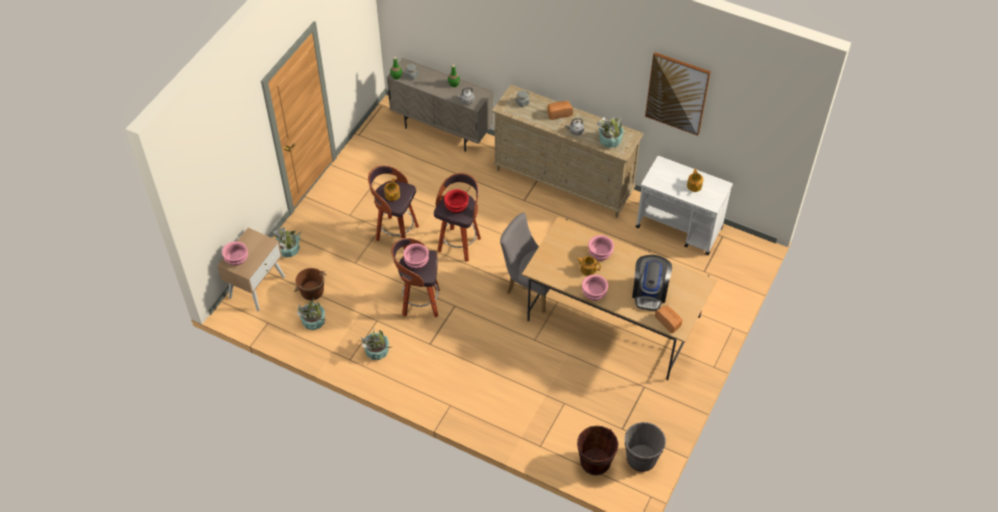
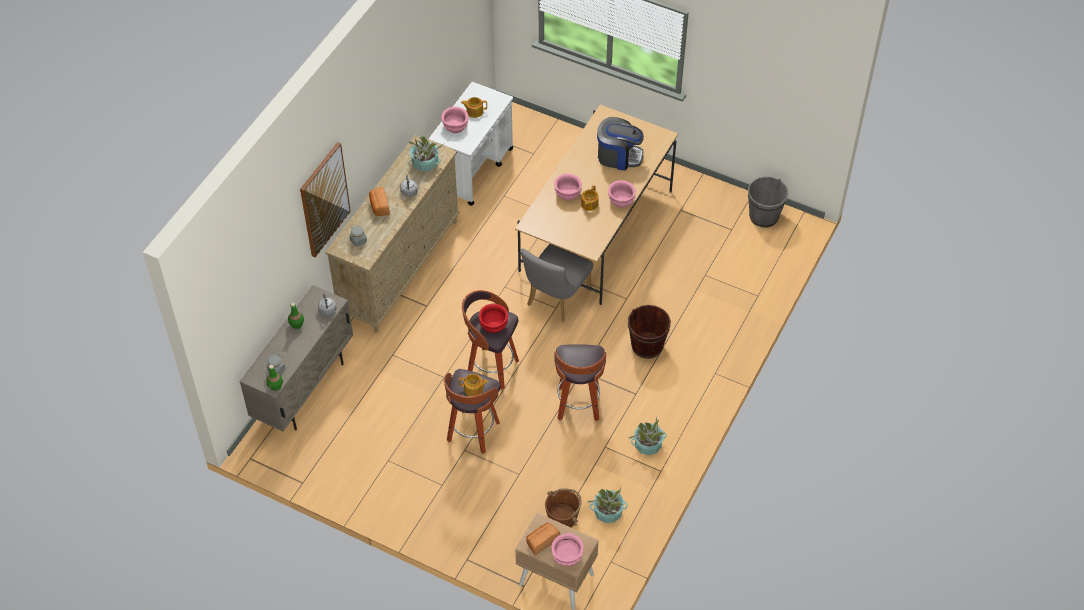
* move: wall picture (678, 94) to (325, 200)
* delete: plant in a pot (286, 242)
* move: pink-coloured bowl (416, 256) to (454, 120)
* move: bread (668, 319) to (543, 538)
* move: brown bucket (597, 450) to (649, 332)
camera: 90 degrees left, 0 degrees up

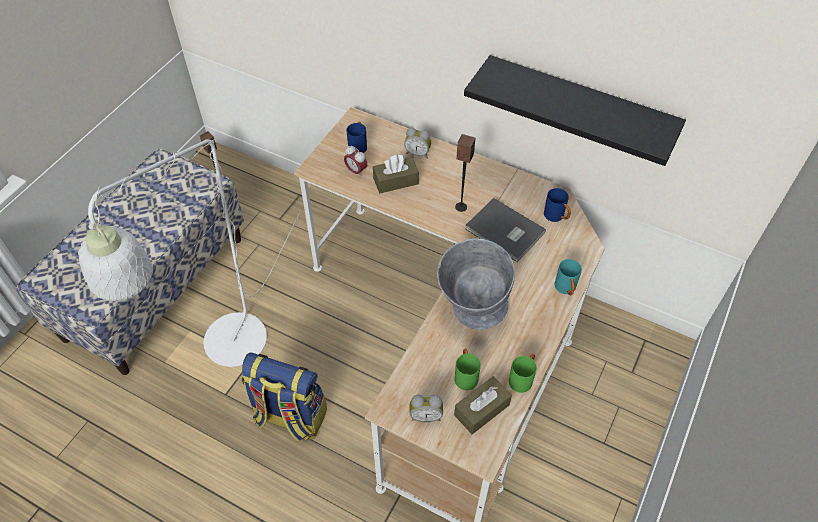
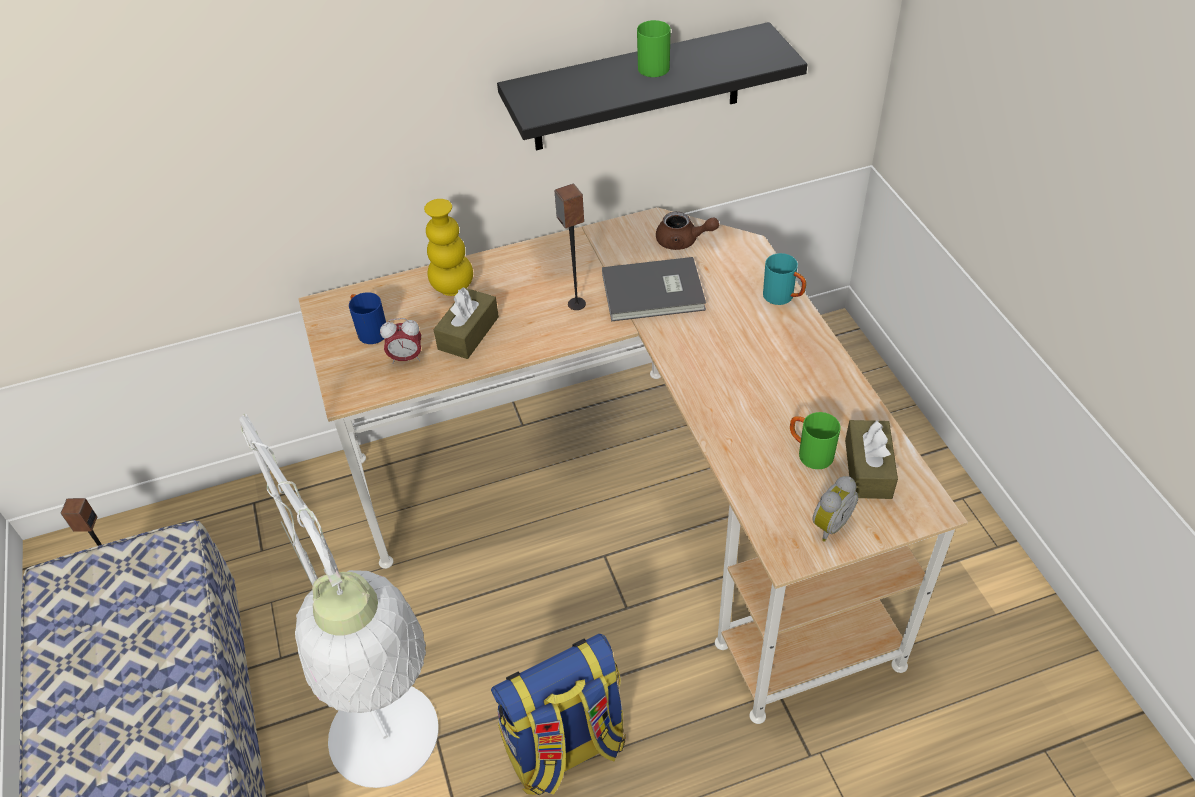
* replace: bedside clock (417, 143) to yellow-coloured flower vase (448, 247)
* replace: bluish mug (557, 205) to brown teapot (687, 231)
* delete: grey bowl (476, 284)
* move: greenish mug (523, 373) to (654, 48)
camera: 45 degrees left, 5 degrees down

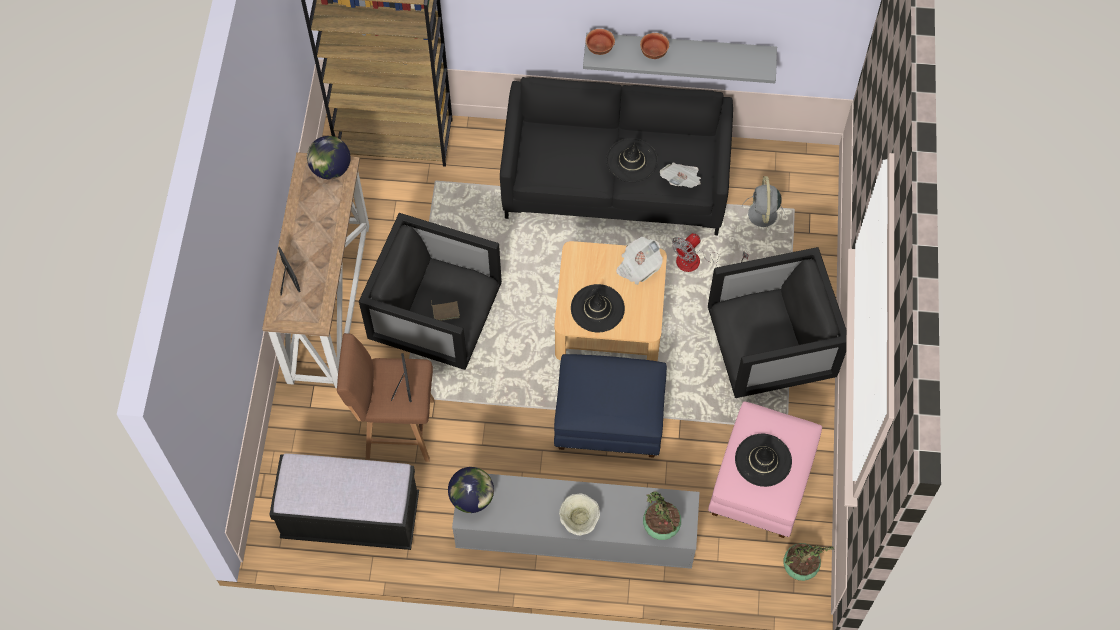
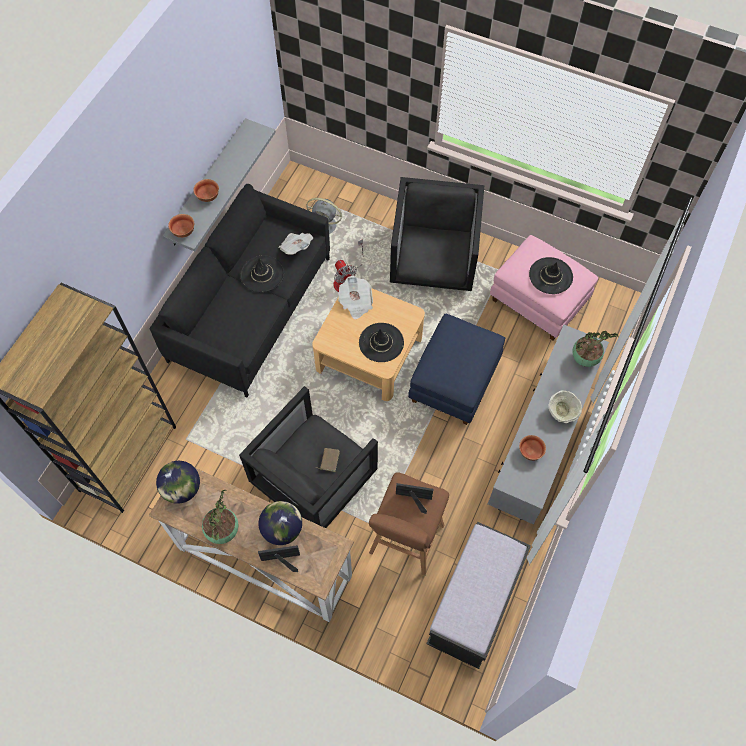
* move: globe (471, 490) to (280, 523)
* move: plant in a pot (809, 562) to (220, 517)
* insert: bowl (532, 448)
camera: 70 degrees left, 0 degrees up

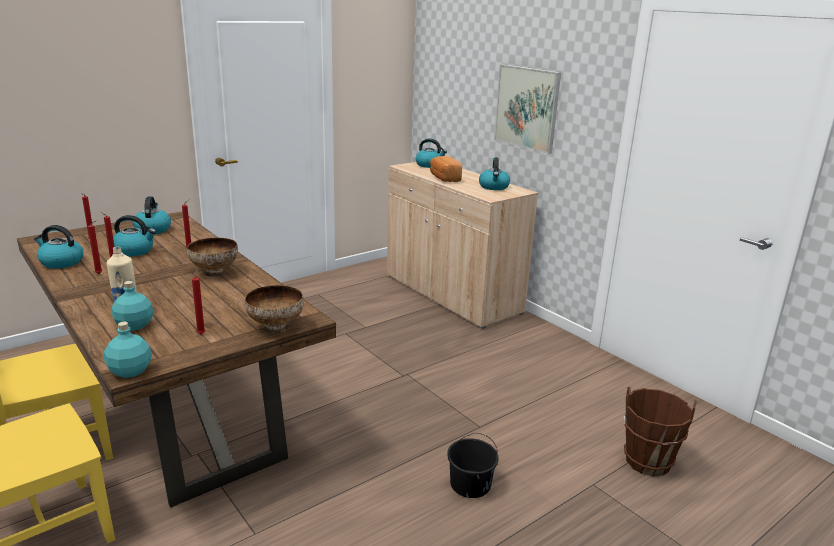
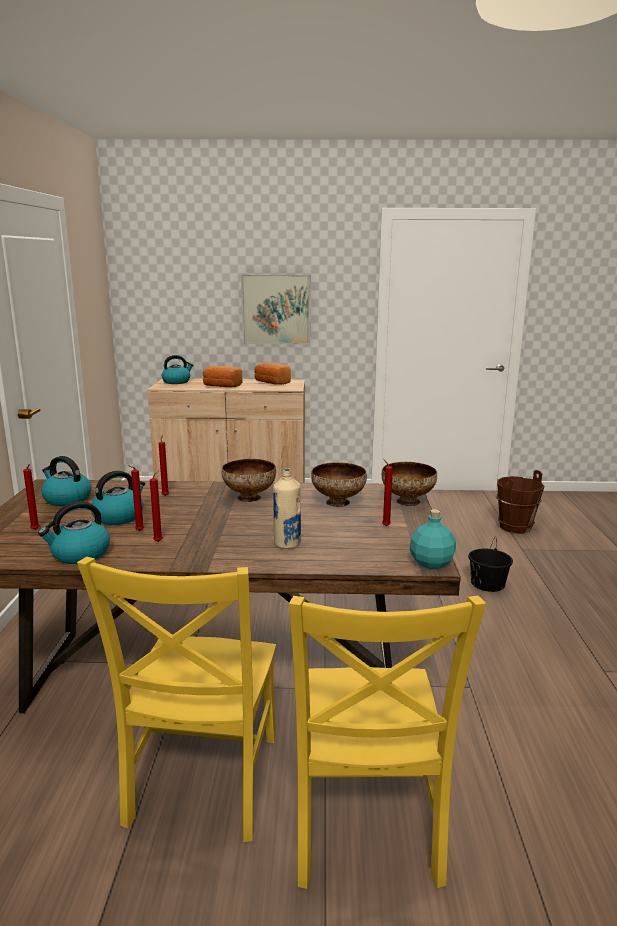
* replace: tea kettle (494, 173) to bread (272, 373)
* delete: blue-green bottle (133, 306)
* insert: bowl (339, 484)
camera: 50 degrees left, 5 degrees down

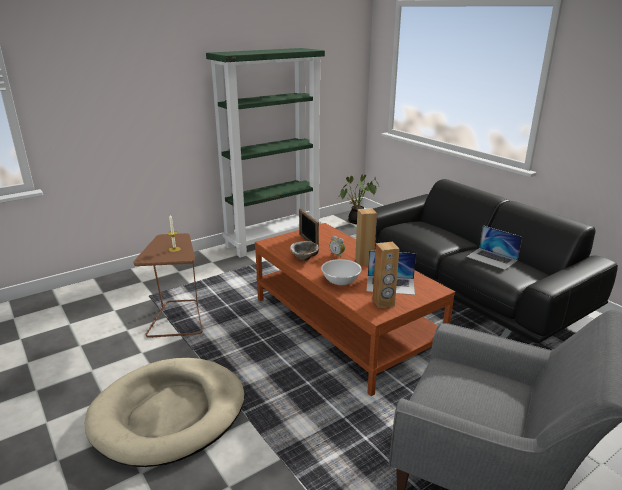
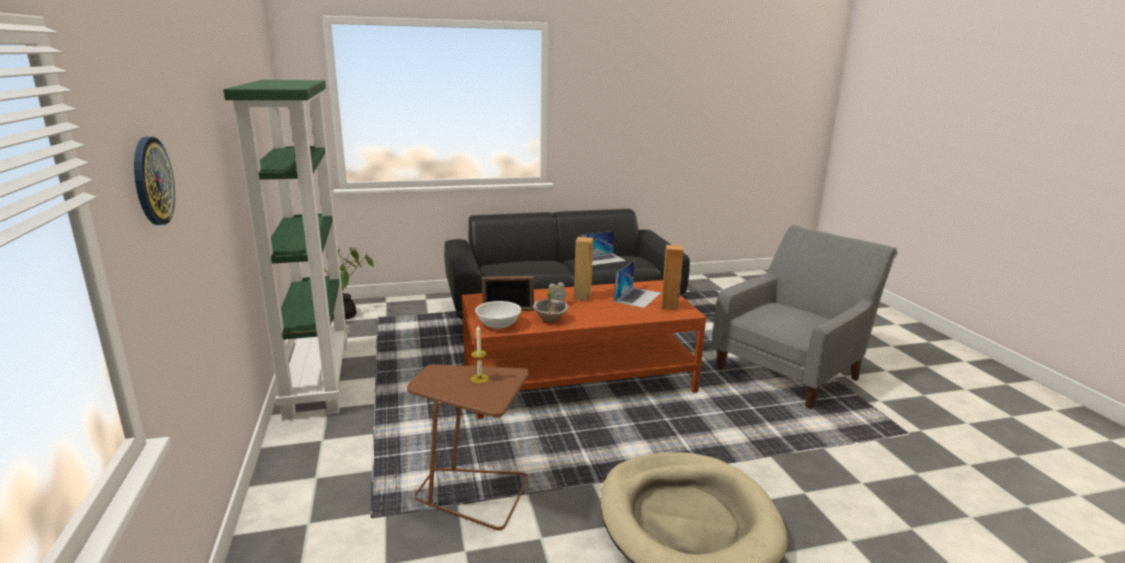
* move: white-coloured bowl (341, 272) to (498, 315)
* insert: clock on the wall (154, 181)
camera: 70 degrees left, 5 degrees down

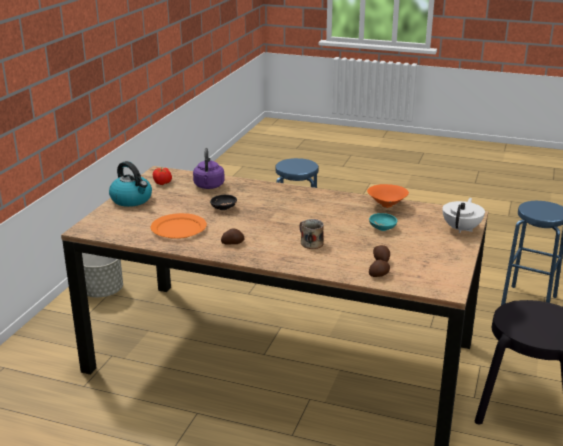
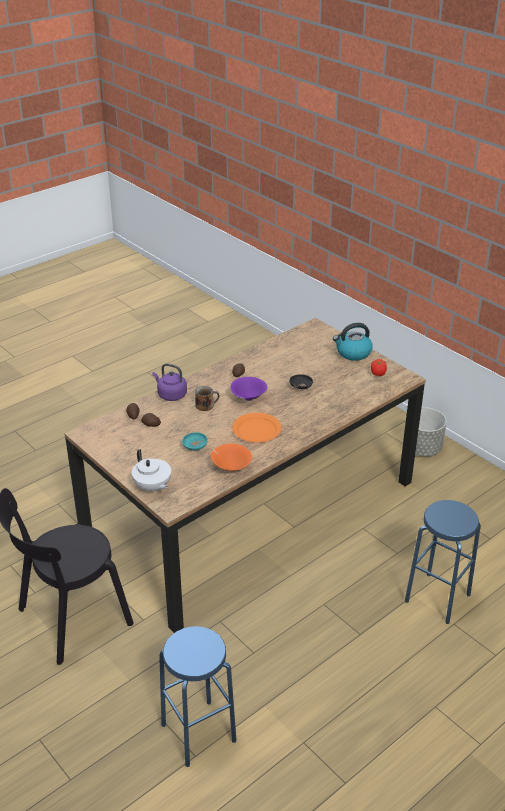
* move: purple tea kettle (209, 168) to (169, 382)
* move: orange-coloured dinner plate (179, 226) to (257, 428)
* insert: purple bowl (249, 389)
camera: 120 degrees right, 10 degrees up

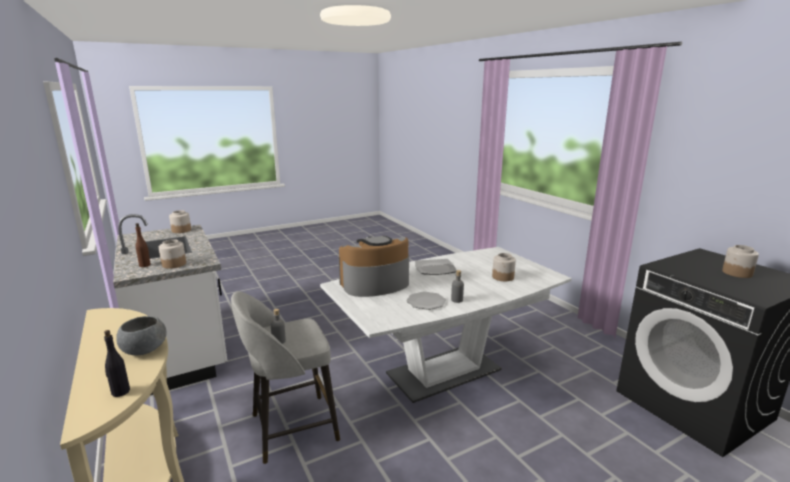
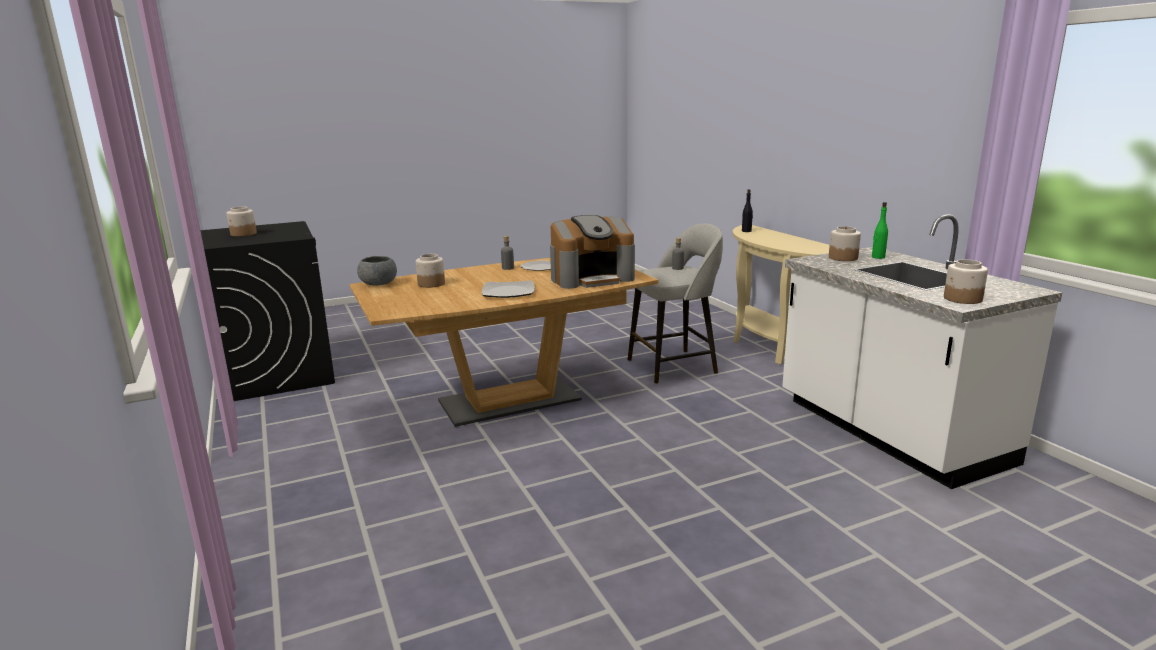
* recolor: brown bottle (143, 245) to greenish bottle (880, 230)
* recolor: white-coloured dinner table (446, 325) to brown dinner table (504, 342)
* move: grey bowl (141, 335) to (377, 271)
camera: 175 degrees left, 0 degrees up

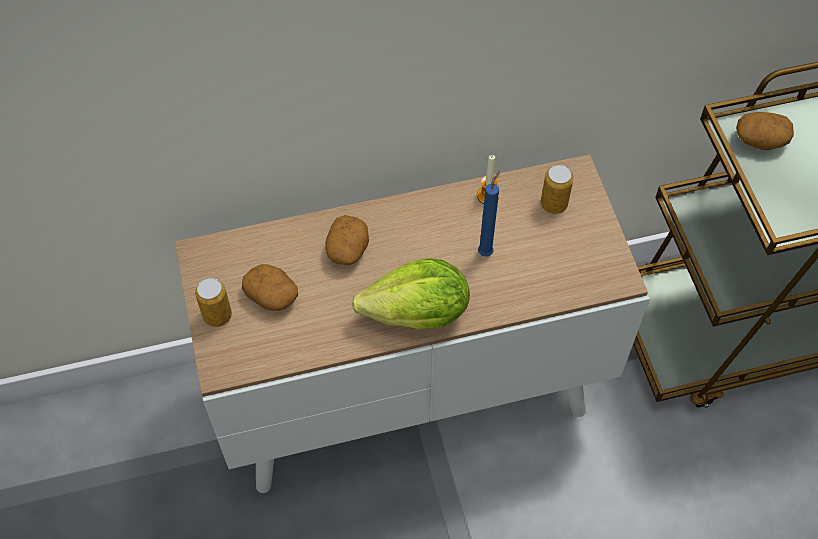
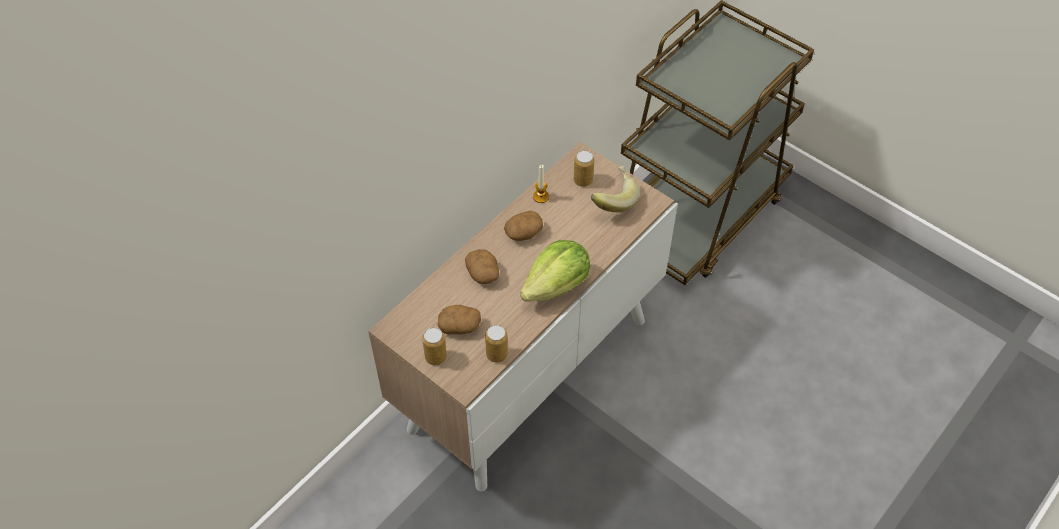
* move: potato (765, 131) to (523, 226)
* delete: bluish wax candle (489, 214)
* insert: whole banana (615, 189)
* insert: metal can (496, 344)
camera: 35 degrees left, 5 degrees down

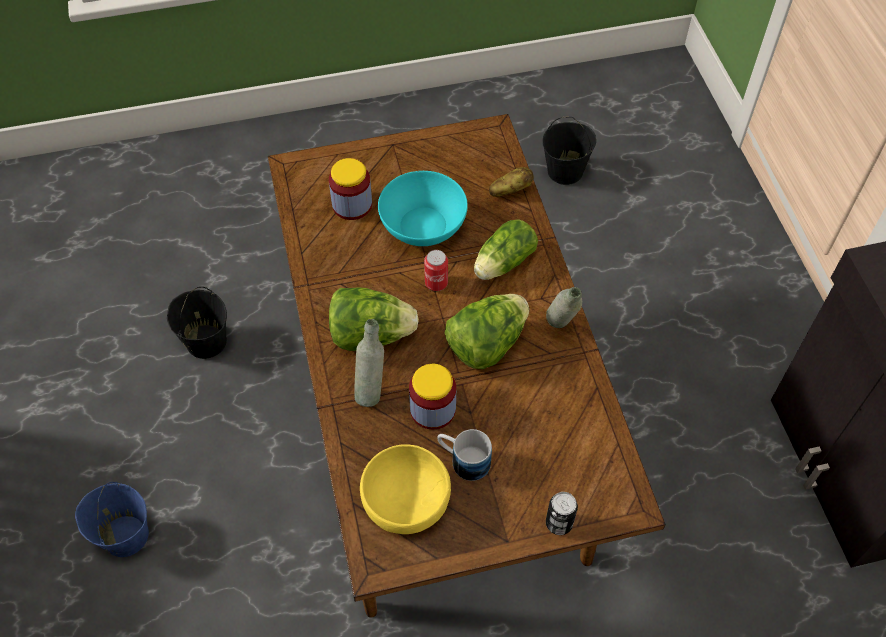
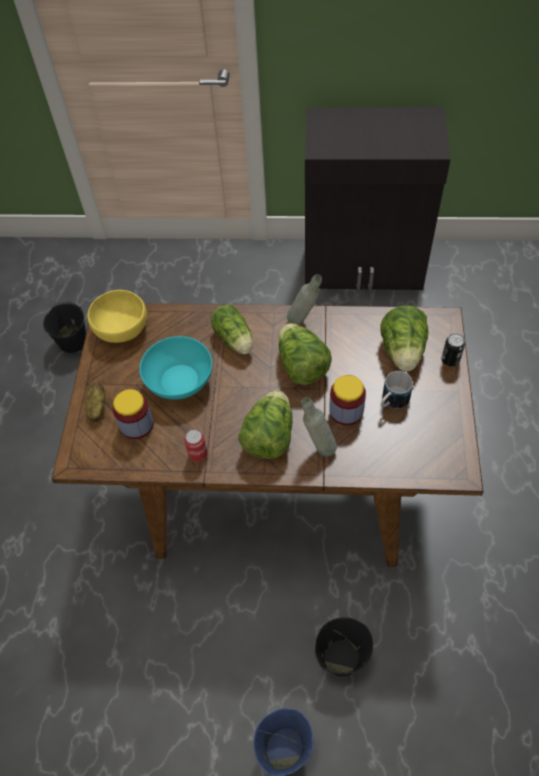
* move: potato (511, 182) to (95, 402)
* move: metal can (436, 270) to (196, 446)
* move: blackish bucket (197, 323) to (344, 647)
* move: yellow-coloured bowl (405, 489) to (117, 316)
* insert: lettuce (405, 338)
camera: 70 degrees left, 0 degrees up

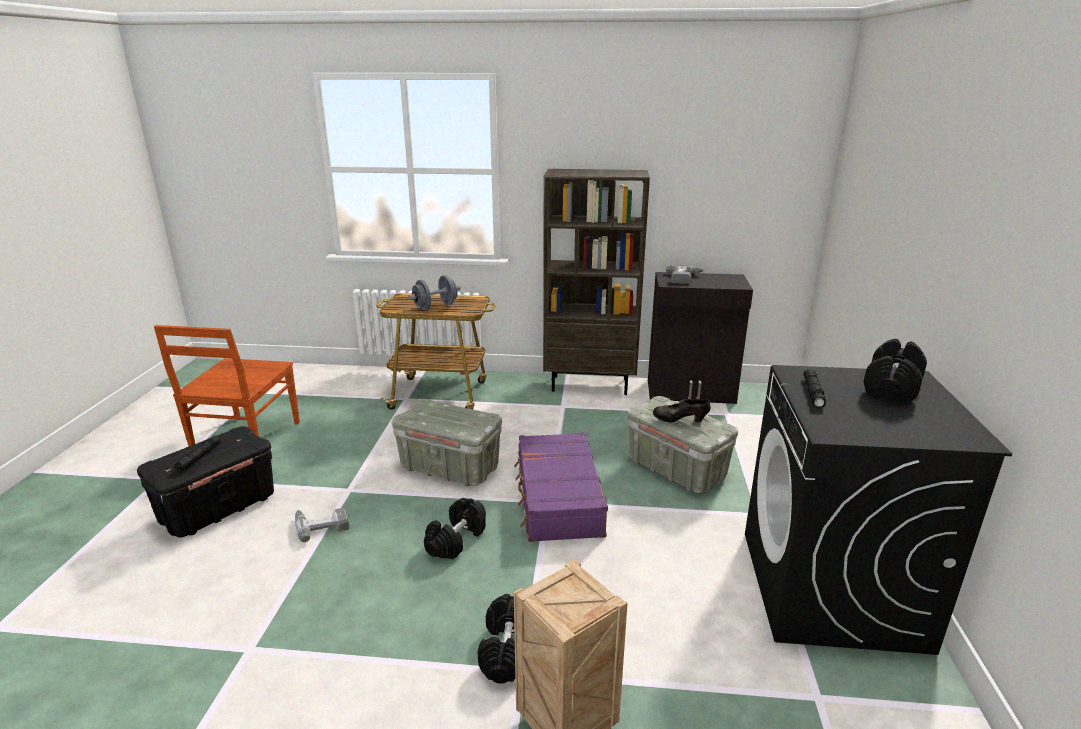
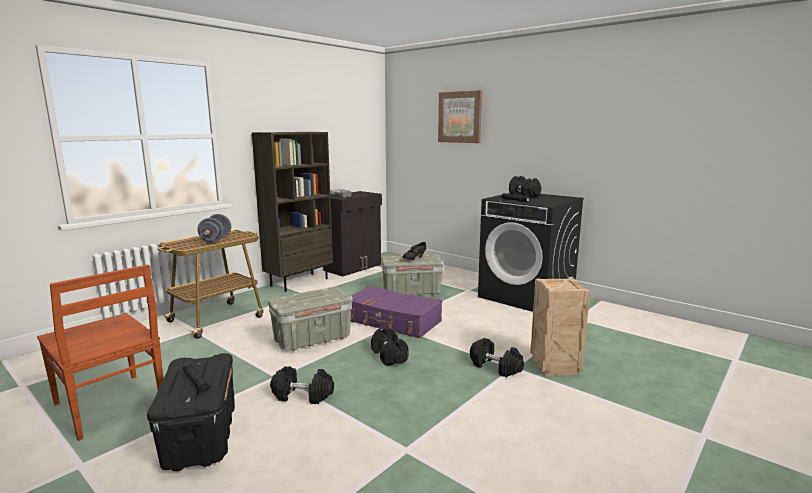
* replace: drill (322, 524) to blackish free weight (302, 385)
* insert: wall picture (460, 116)
camera: 55 degrees left, 10 degrees down

